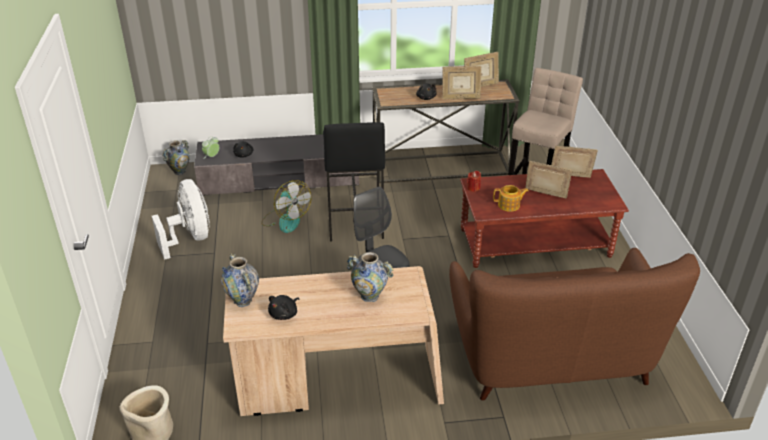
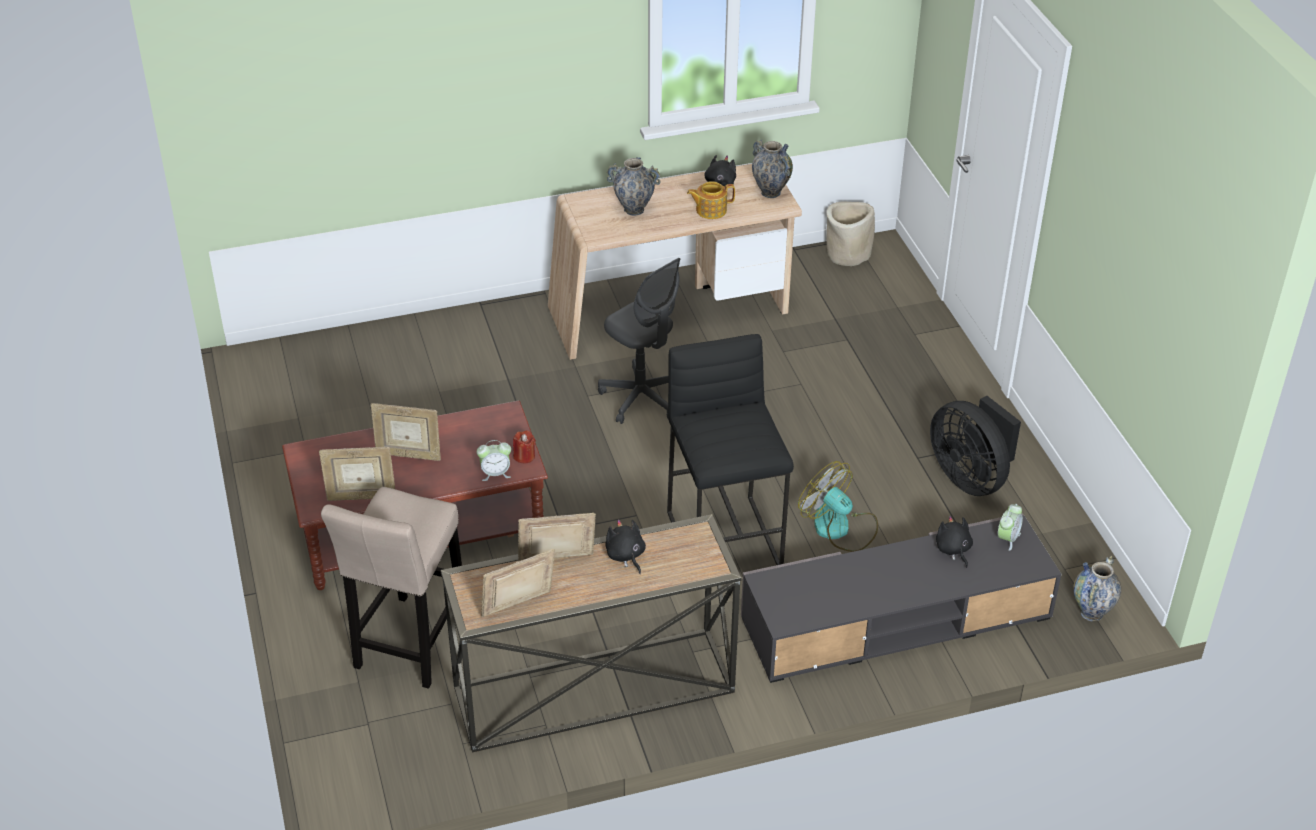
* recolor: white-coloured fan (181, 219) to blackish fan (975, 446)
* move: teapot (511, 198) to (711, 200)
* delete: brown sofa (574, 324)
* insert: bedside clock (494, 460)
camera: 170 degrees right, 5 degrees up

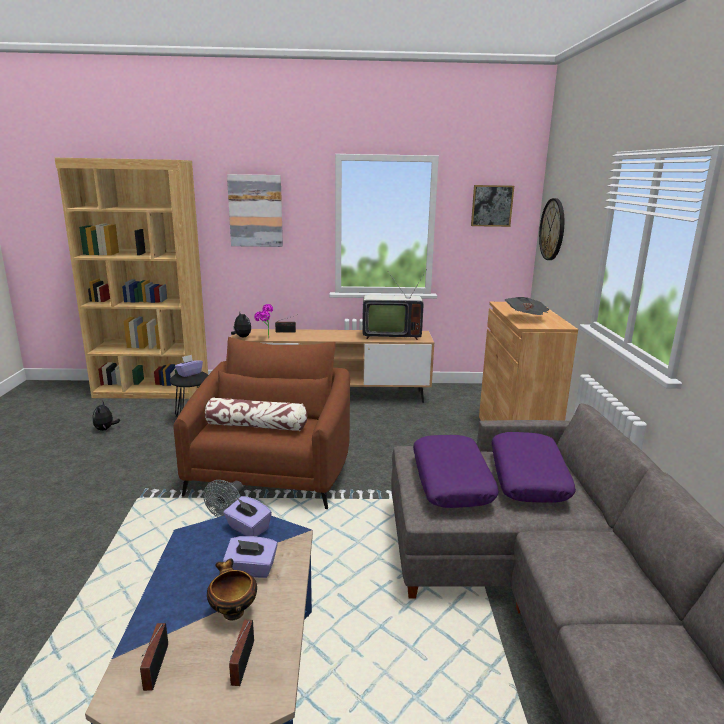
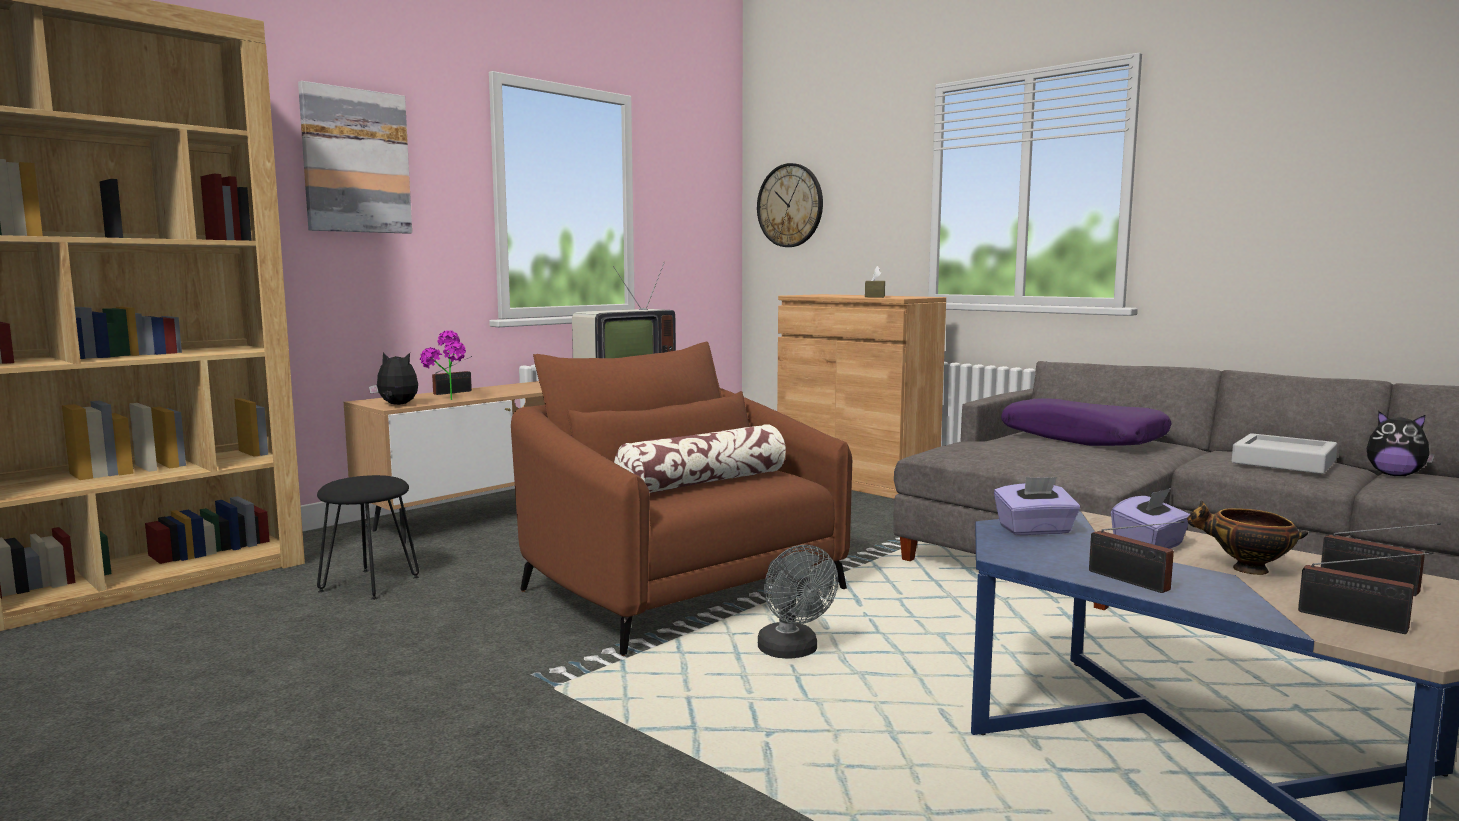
* delete: wall picture (492, 206)
* replace: daily paper (527, 306) to brown box of tissues (875, 281)
* delete: purple box of tissues (189, 366)
* move: soft toy (106, 416) to (1400, 443)
* delete: purple pillow (456, 471)
* insert: grey carrying tray (1285, 453)
* insert: radio (1136, 557)
camera: 45 degrees left, 10 degrees down

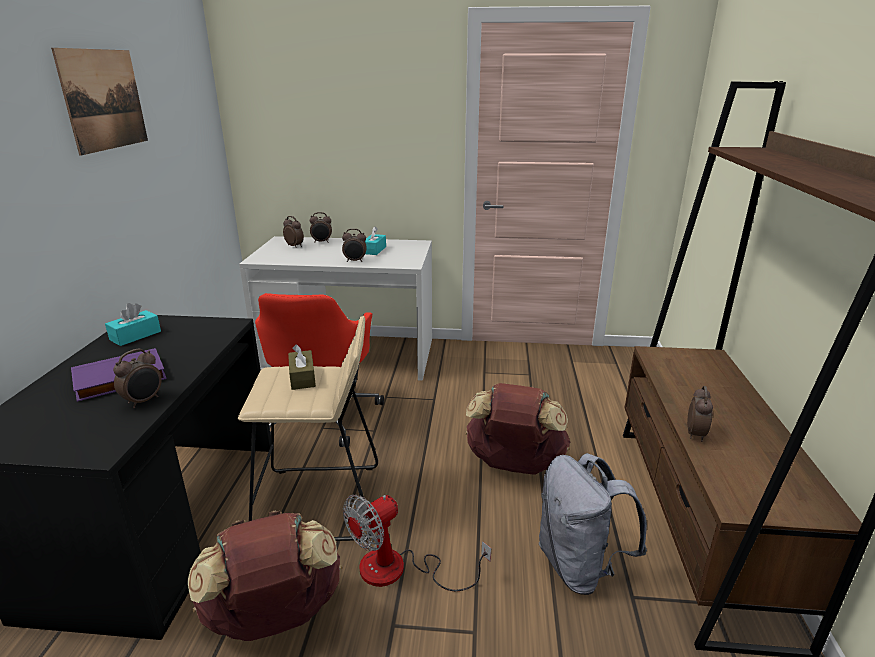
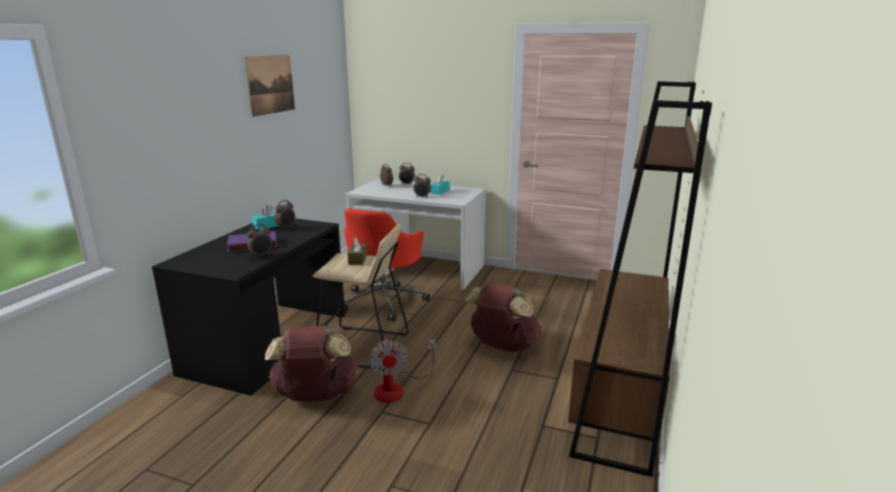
* move: bedside clock (700, 414) to (284, 215)
* delete: grey rucksack (592, 524)
* rotate: fan (417, 543) = (402, 370) 75 degrees counterclockwise
camera: 15 degrees right, 5 degrees down

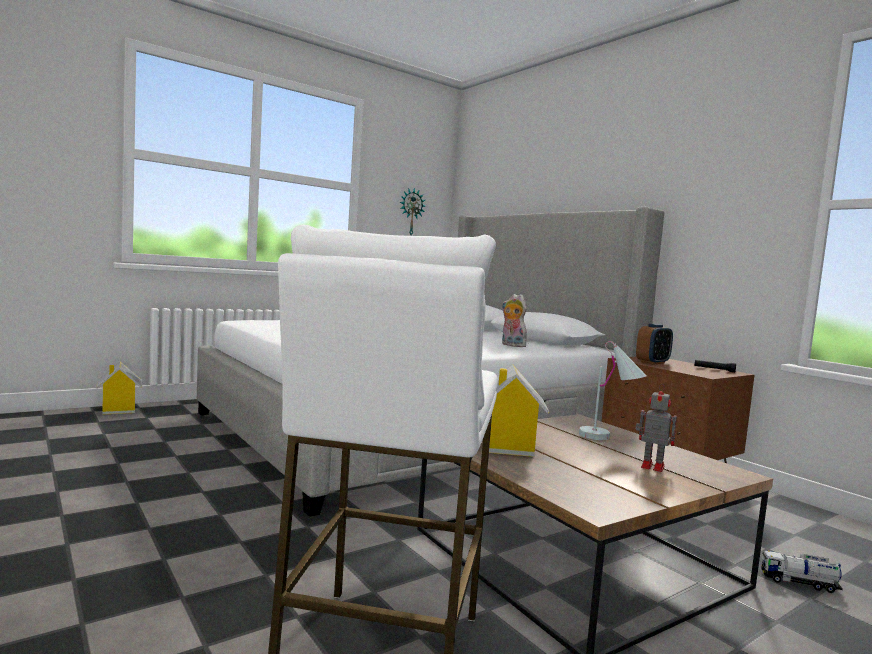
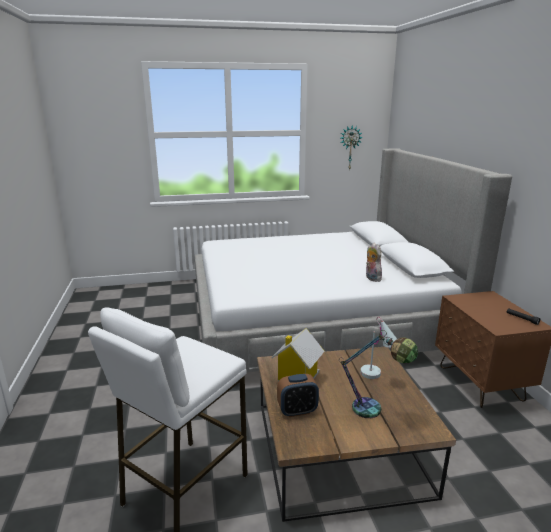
* move: bedside clock (654, 344) to (298, 395)
* delete: toy house (119, 388)
* replace: robot figure (656, 428) to tabletop lamp (378, 374)
* delete: model truck (802, 571)
camera: 25 degrees right, 15 degrees up

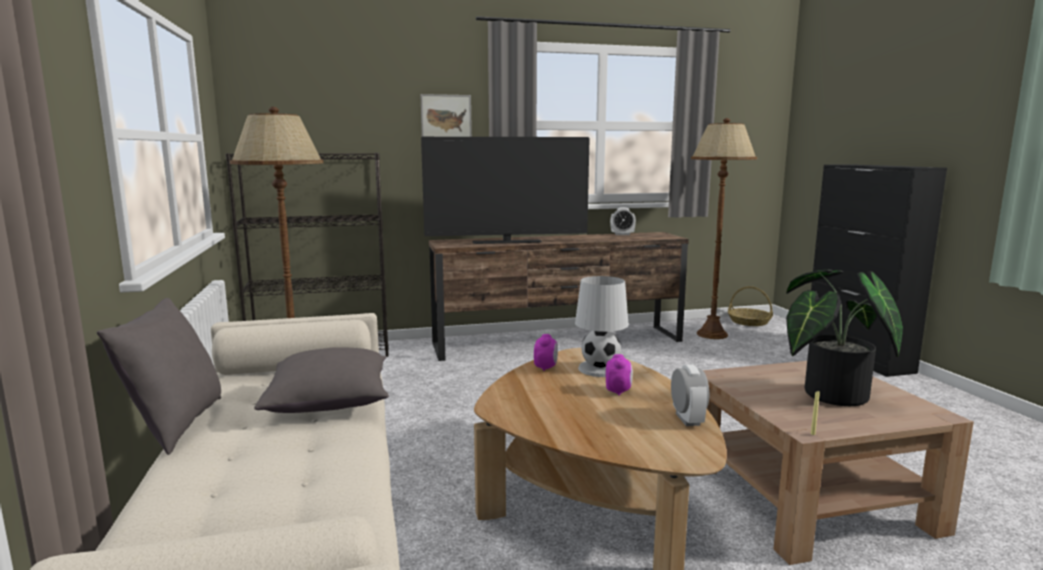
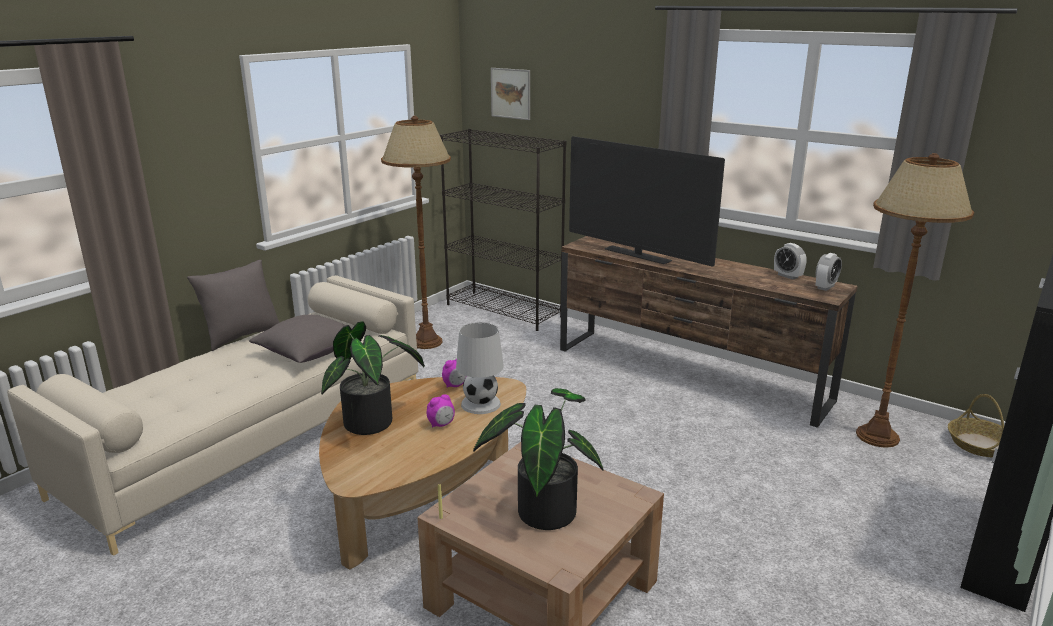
* move: wall picture (446, 115) to (510, 94)
* move: bedside clock (690, 395) to (829, 272)
* insert: plant in a pot (373, 378)
camera: 50 degrees right, 10 degrees up

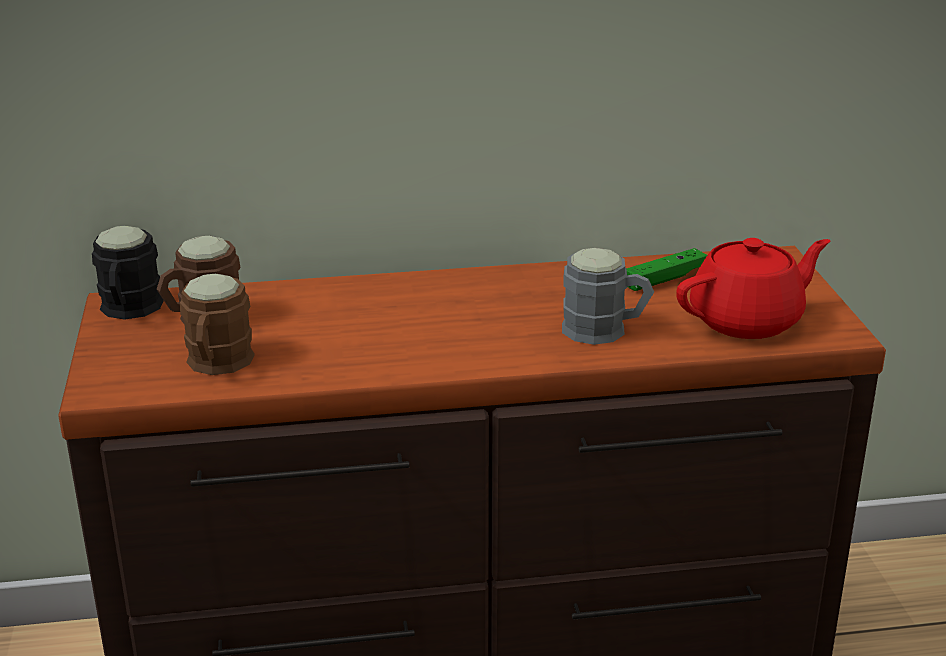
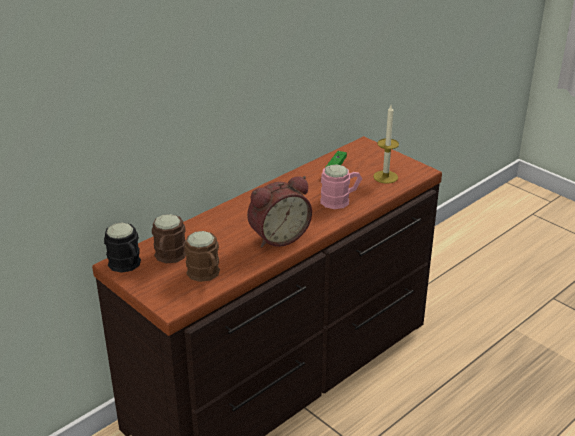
* replace: red teapot (753, 288) to wax candle (386, 144)
* recolor: grey mug (608, 296) to pink-coloured mug (341, 186)
* insert: bedside clock (279, 212)
camera: 35 degrees left, 5 degrees up

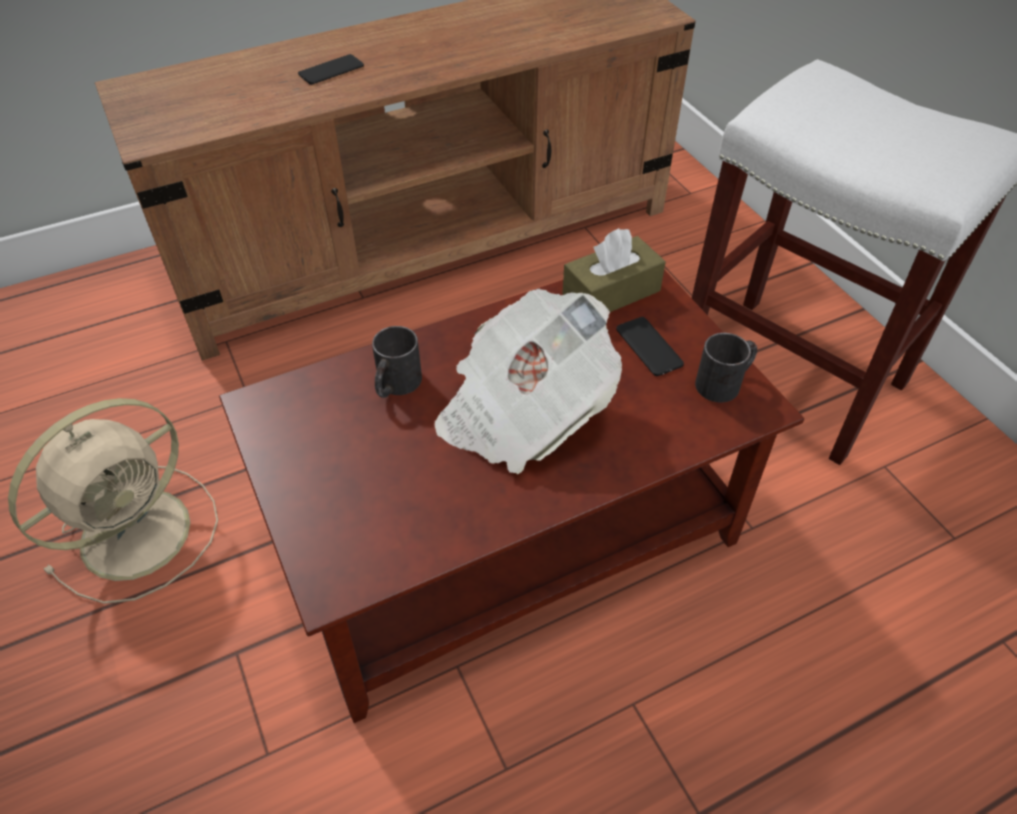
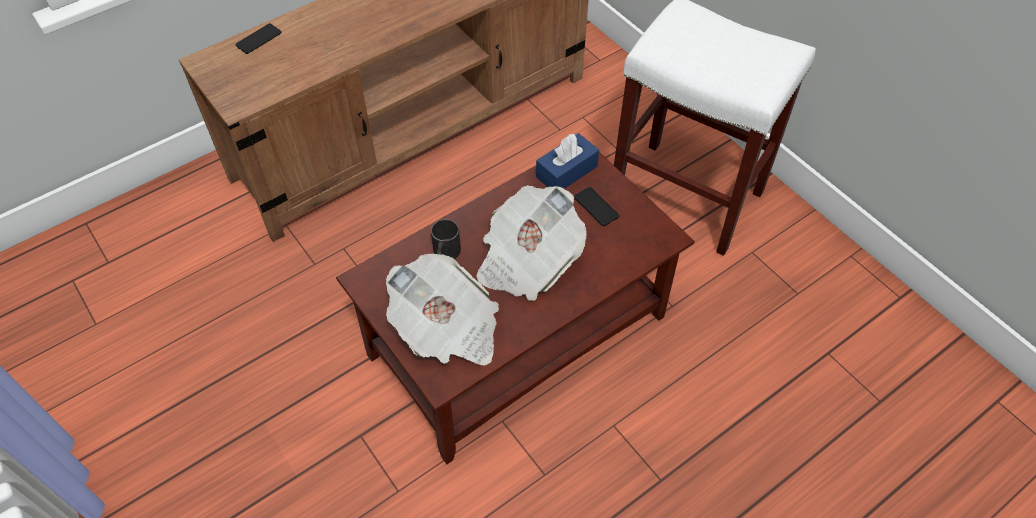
* move: phone (331, 69) to (258, 38)
* recolor: brown box of tissues (614, 270) to bluish box of tissues (567, 161)
* delete: blackish mug (726, 367)
* delete: sand-coloured fan (113, 501)
* insert: daily paper (442, 309)
camera: 10 degrees left, 5 degrees up

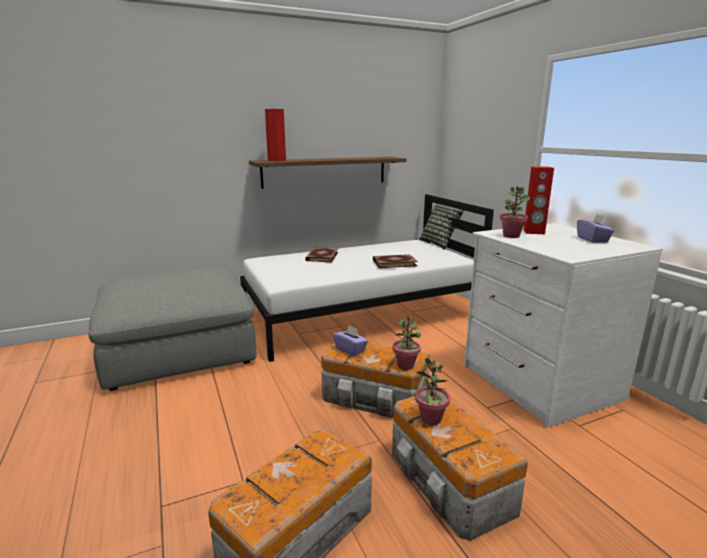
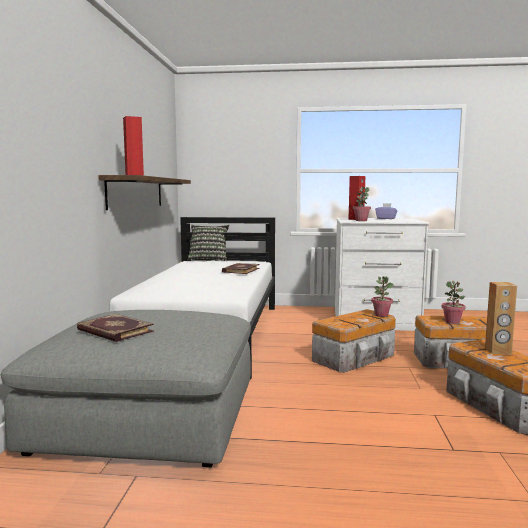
* move: volume (321, 254) to (115, 328)
* delete: purple box of tissues (350, 340)
* insert: brown audio speaker (501, 318)
camera: 60 degrees left, 10 degrees down

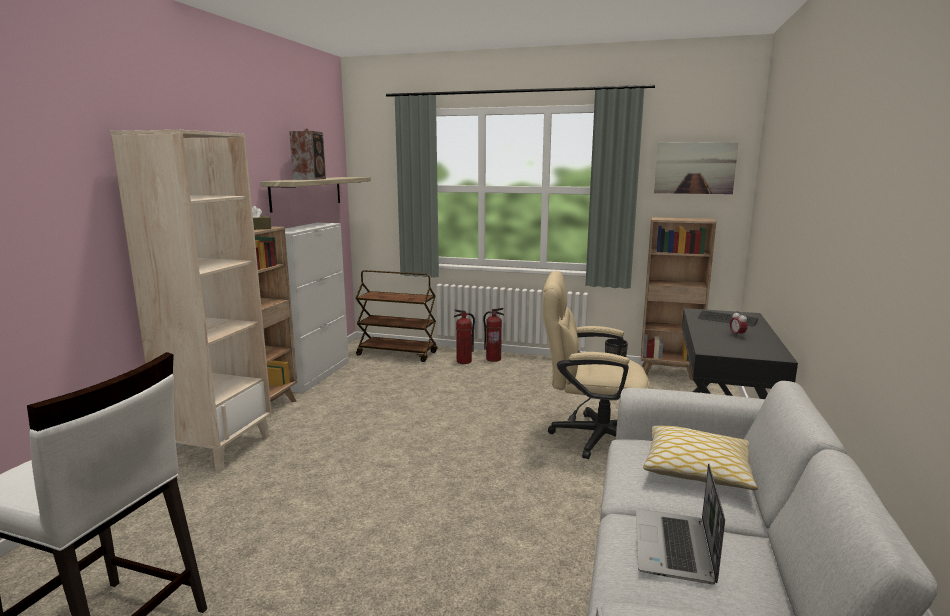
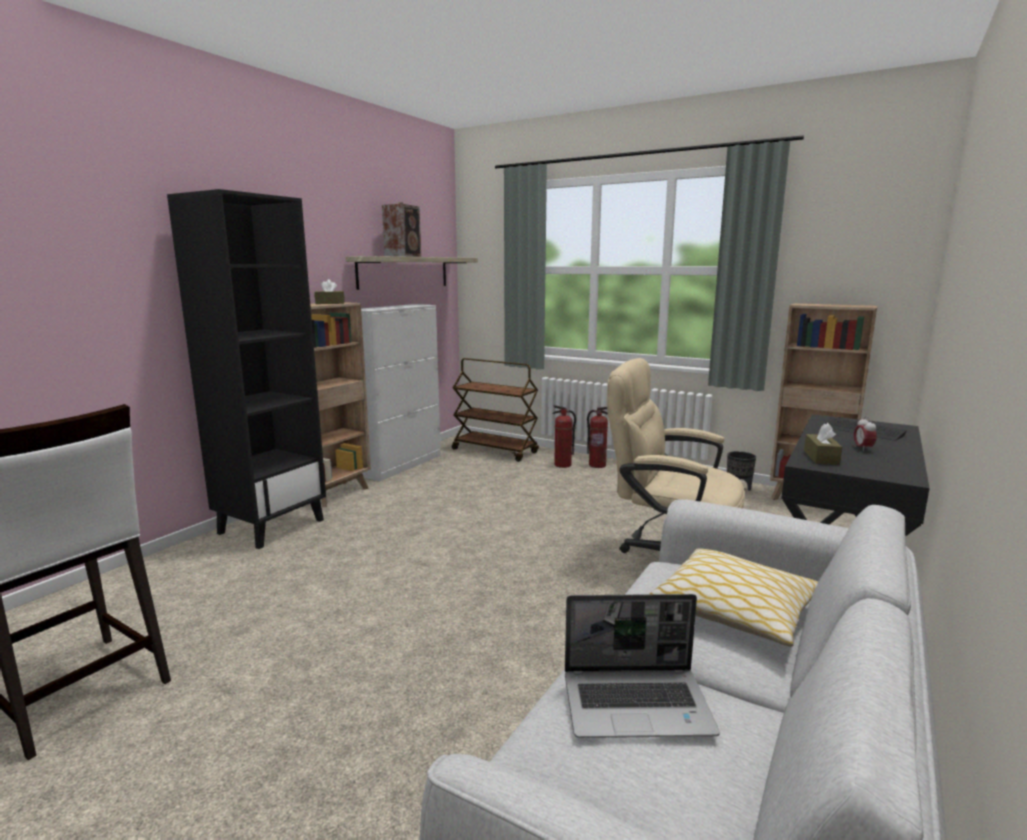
* recolor: sand-coloured shelving unit (191, 301) to blackish shelving unit (246, 369)
* delete: wall picture (696, 168)
* rotate: portable computer (680, 524) = (642, 666) 120 degrees counterclockwise
* insert: brown box of tissues (823, 444)
camera: 15 degrees right, 0 degrees up

